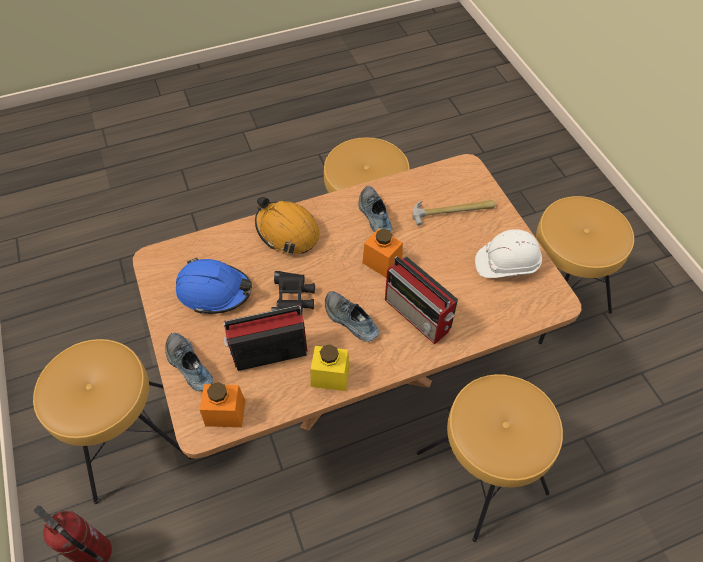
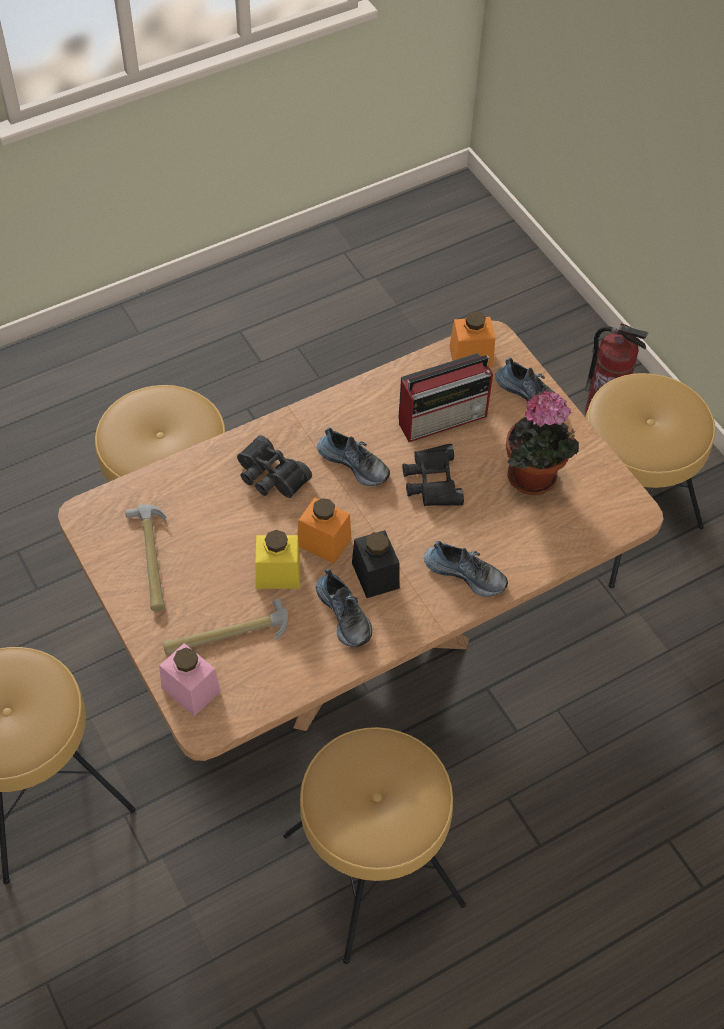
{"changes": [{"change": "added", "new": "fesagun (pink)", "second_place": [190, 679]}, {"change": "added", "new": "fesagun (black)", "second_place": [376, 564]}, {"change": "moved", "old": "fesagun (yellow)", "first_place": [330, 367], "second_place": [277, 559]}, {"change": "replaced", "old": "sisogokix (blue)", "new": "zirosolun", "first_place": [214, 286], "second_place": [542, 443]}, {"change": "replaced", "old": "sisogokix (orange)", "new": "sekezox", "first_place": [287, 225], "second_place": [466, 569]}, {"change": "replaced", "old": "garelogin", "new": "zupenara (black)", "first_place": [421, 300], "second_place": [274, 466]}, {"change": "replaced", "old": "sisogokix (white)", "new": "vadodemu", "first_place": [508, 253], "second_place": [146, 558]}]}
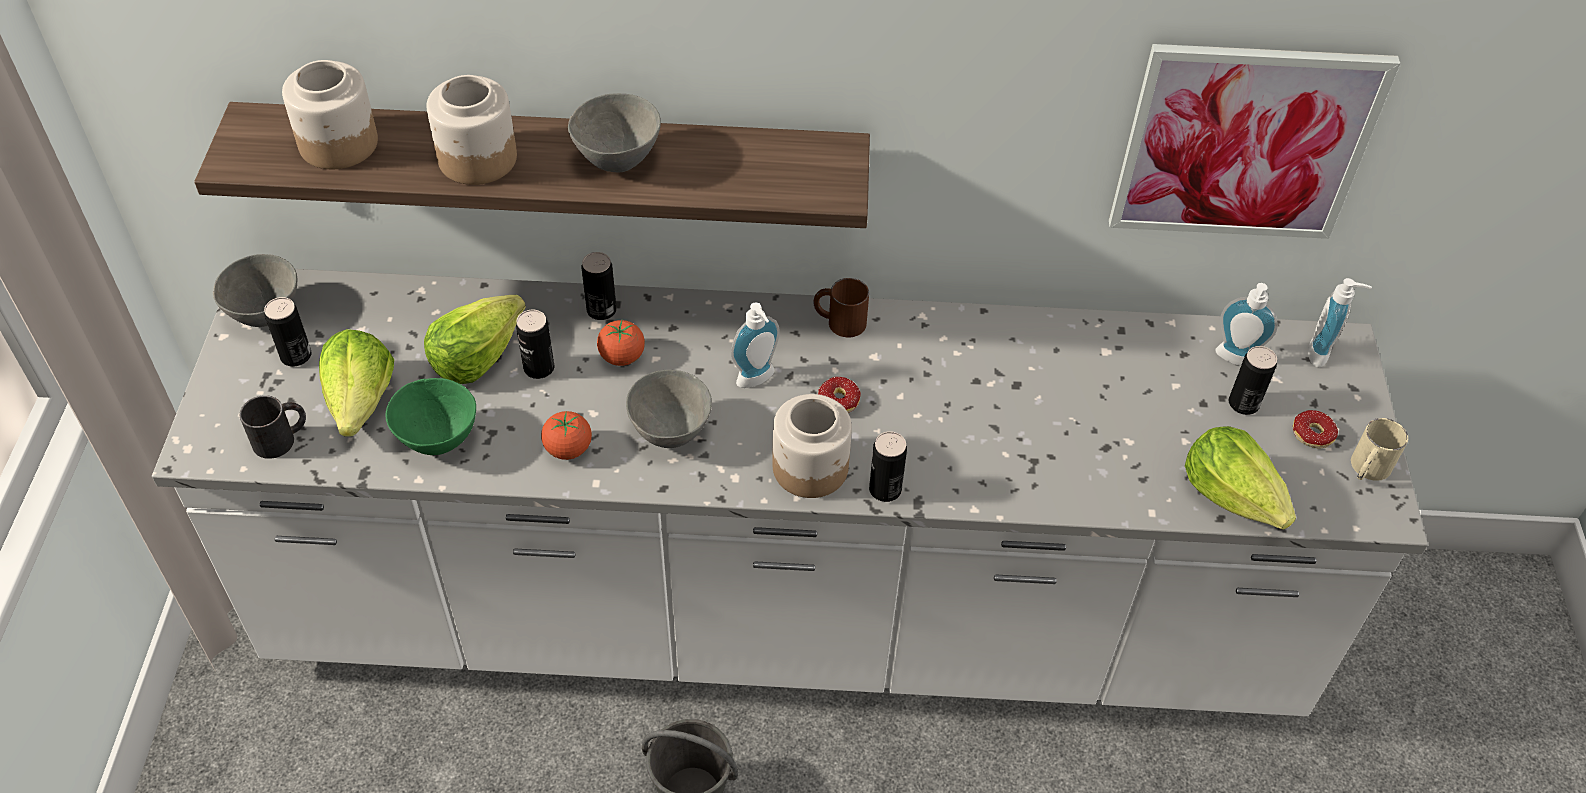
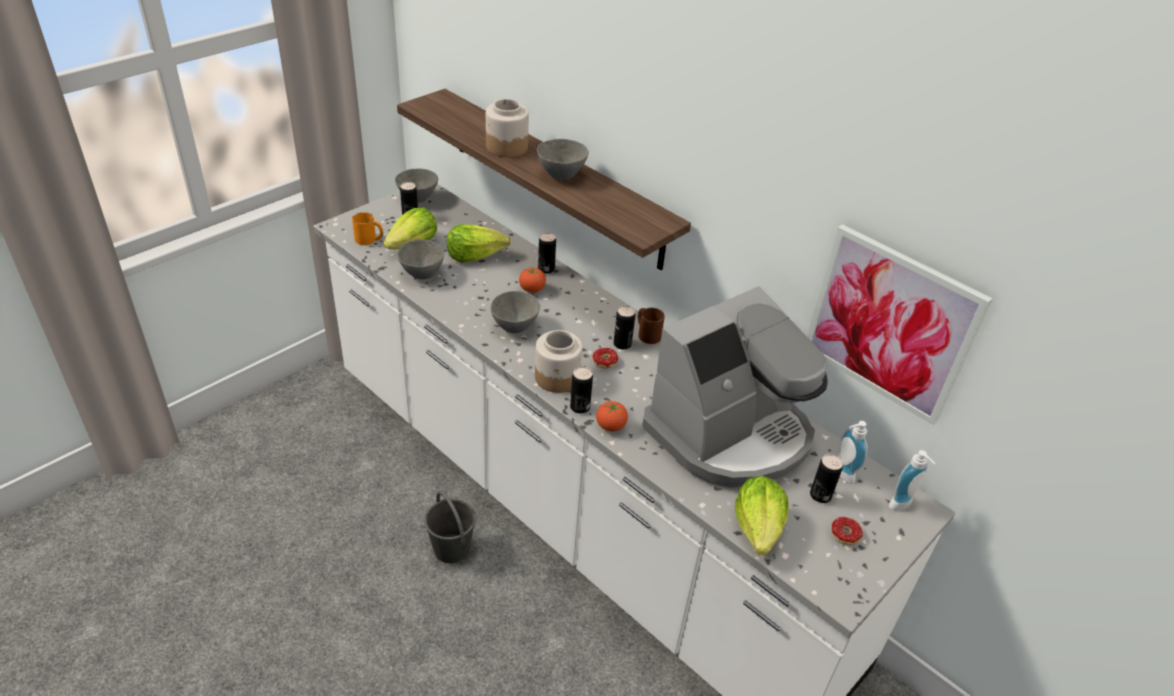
{"changes": [{"change": "removed", "old": "fesagun", "first_place": [330, 114]}, {"change": "removed", "old": "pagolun", "first_place": [755, 345]}, {"change": "removed", "old": "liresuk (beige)", "first_place": [1379, 449]}, {"change": "added", "new": "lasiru", "second_place": [735, 387]}, {"change": "moved", "old": "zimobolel", "first_place": [535, 344], "second_place": [624, 328]}, {"change": "moved", "old": "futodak", "first_place": [566, 435], "second_place": [612, 416]}, {"change": "recoloured", "old": "liresuk (black)", "new": "liresuk (orange)", "first_place": [273, 427], "second_place": [367, 228]}, {"change": "recoloured", "old": "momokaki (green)", "new": "momokaki (grey)", "first_place": [431, 416], "second_place": [420, 259]}]}
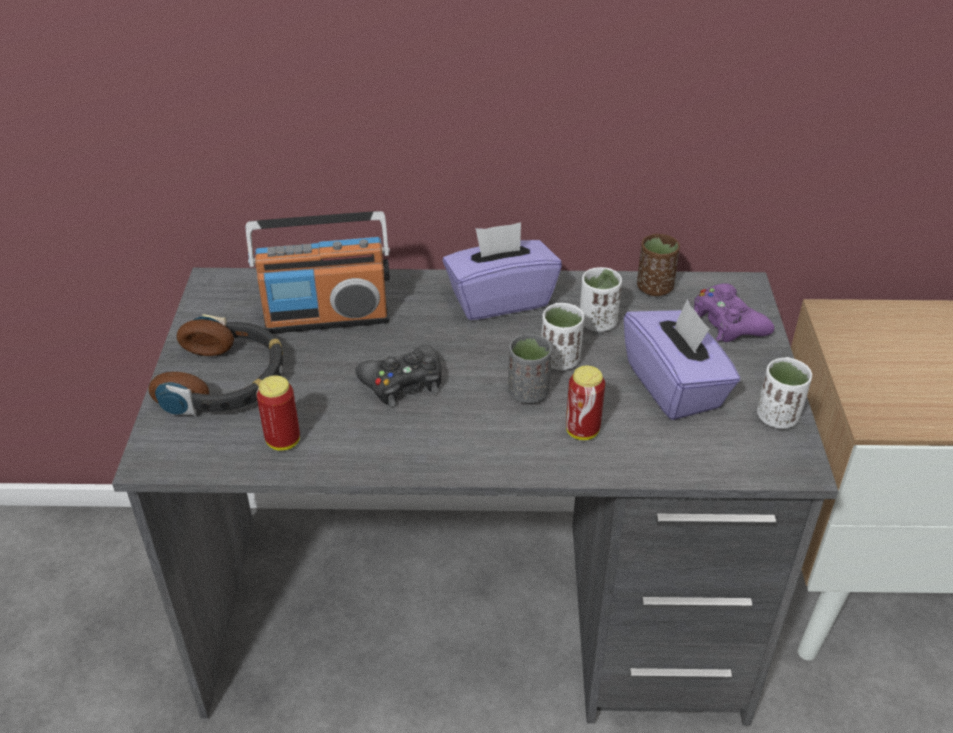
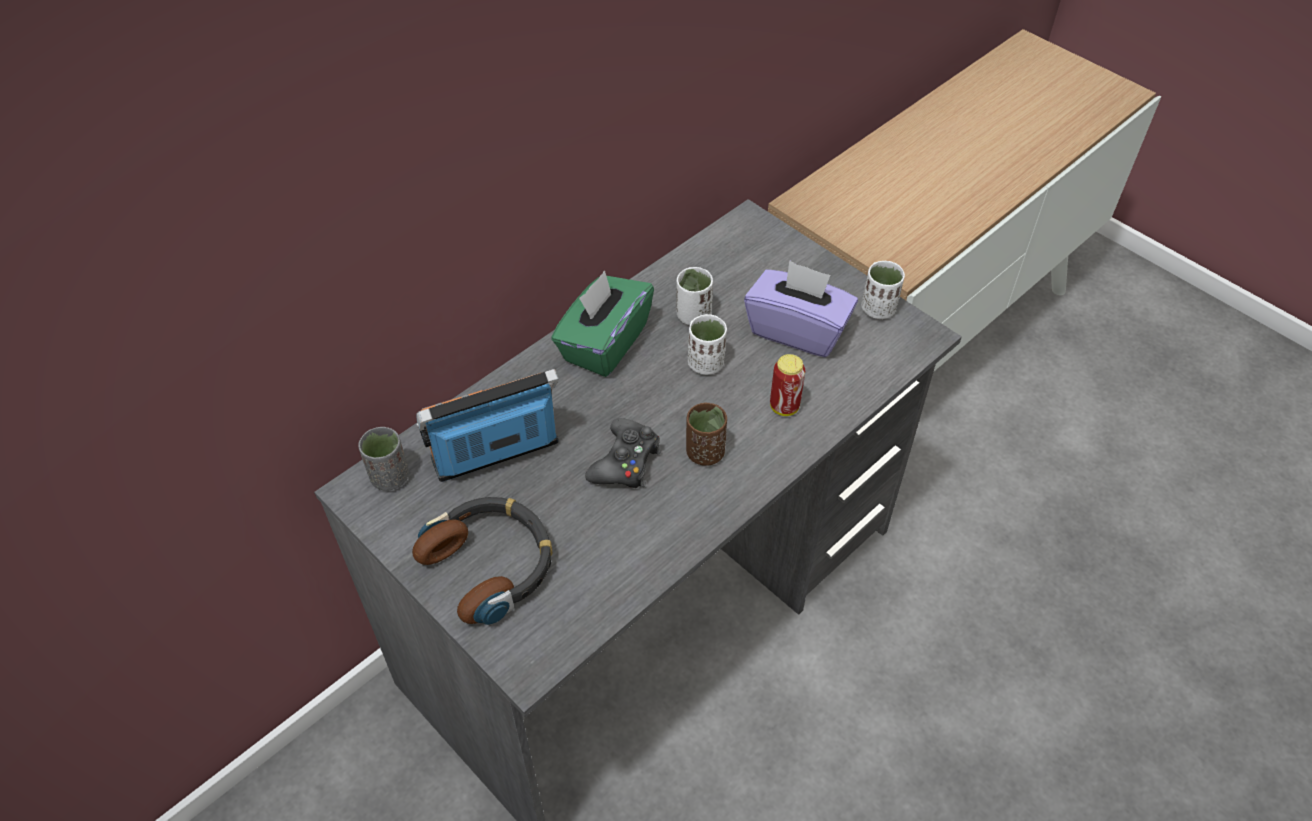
{"changes": [{"change": "removed", "old": "zimobolel", "first_place": [278, 413]}, {"change": "removed", "old": "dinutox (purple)", "first_place": [734, 312]}, {"change": "moved", "old": "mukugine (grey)", "first_place": [530, 369], "second_place": [383, 459]}, {"change": "moved", "old": "mukugine (brown)", "first_place": [658, 265], "second_place": [706, 434]}, {"change": "recoloured", "old": "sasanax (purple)", "new": "sasanax (green)", "first_place": [502, 271], "second_place": [602, 324]}, {"change": "turned", "old": "garelogin", "first_place": [318, 272], "second_place": [487, 425], "degrees": -150}]}
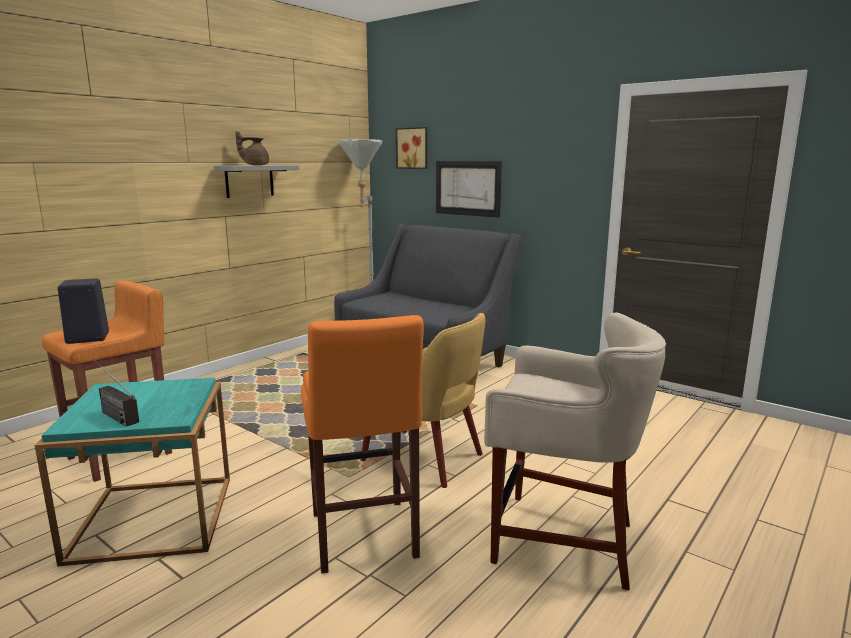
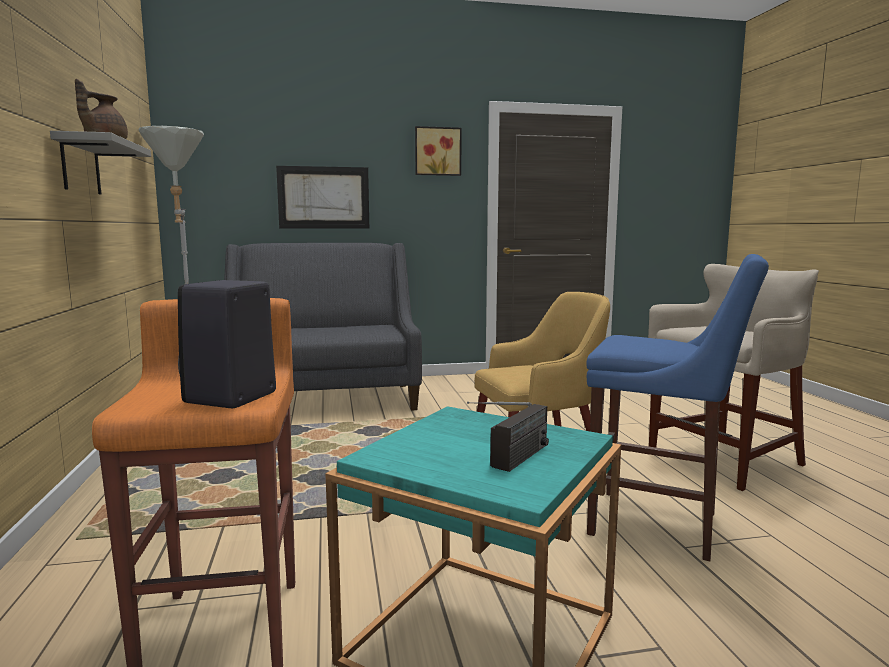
{"changes": [{"change": "moved", "old": "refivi", "first_place": [412, 148], "second_place": [438, 151]}, {"change": "recoloured", "old": "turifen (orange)", "new": "turifen (blue)", "first_place": [362, 444], "second_place": [677, 407]}, {"change": "turned", "old": "garelogin", "first_place": [117, 393], "second_place": [508, 437], "degrees": -45}]}
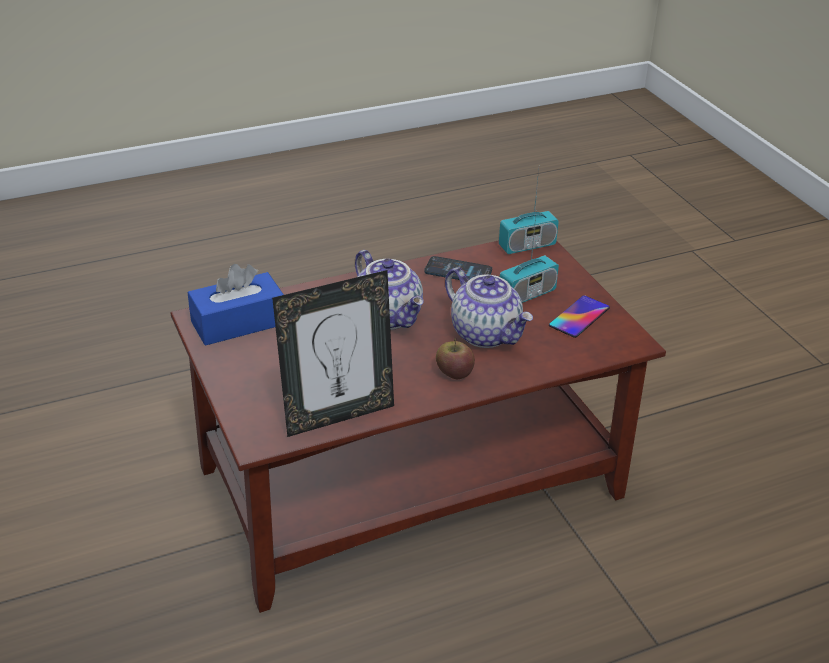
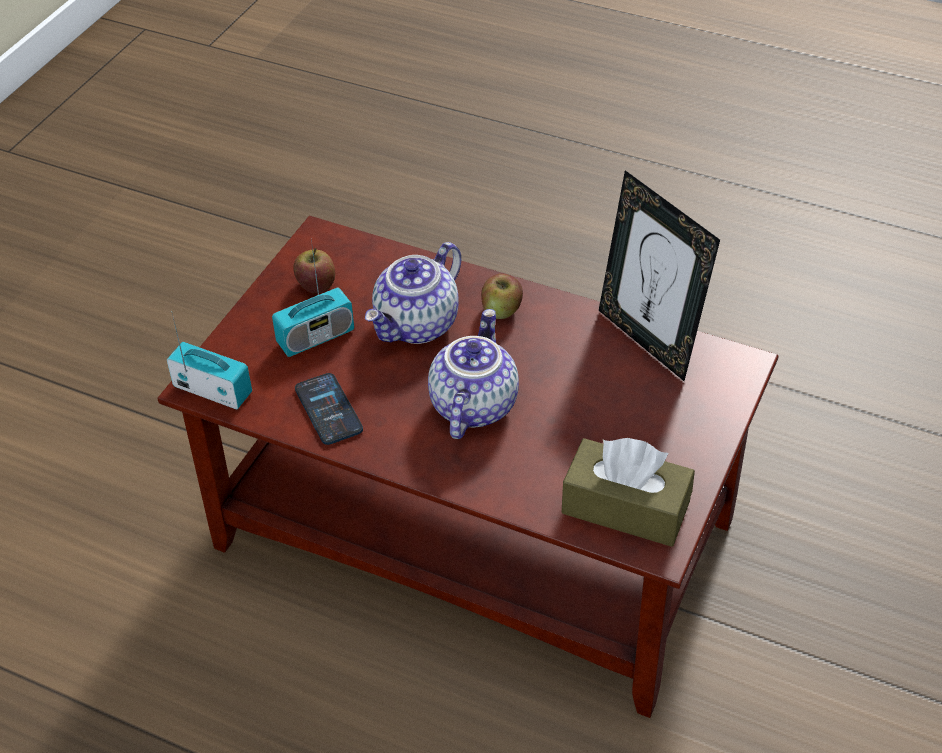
{"changes": [{"change": "replaced", "old": "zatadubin", "new": "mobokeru", "first_place": [579, 316], "second_place": [314, 270]}, {"change": "recoloured", "old": "sasanax (blue)", "new": "sasanax (brown)", "first_place": [236, 305], "second_place": [628, 492]}, {"change": "turned", "old": "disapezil", "first_place": [333, 353], "second_place": [659, 275], "degrees": -150}, {"change": "turned", "old": "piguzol", "first_place": [489, 307], "second_place": [413, 293], "degrees": -150}, {"change": "turned", "old": "garelogin", "first_place": [529, 259], "second_place": [313, 298], "degrees": 135}]}
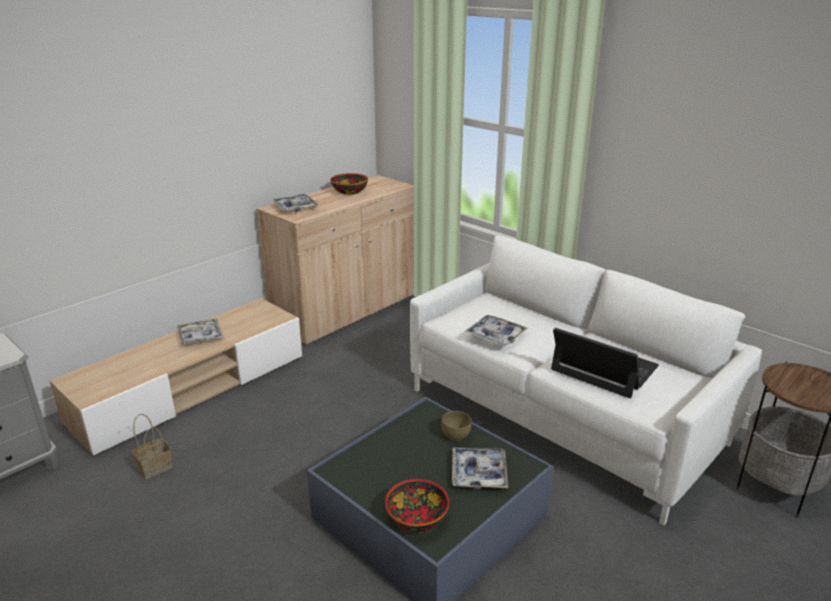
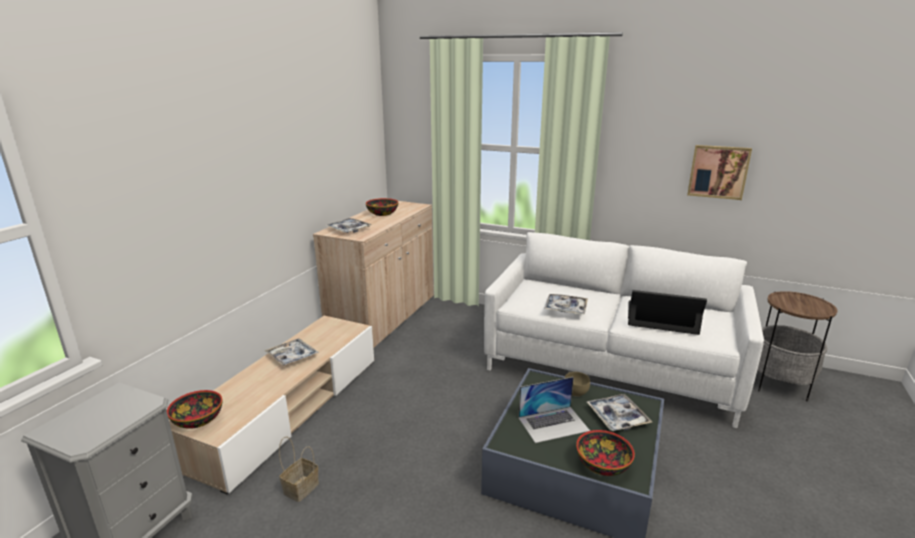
{"changes": [{"change": "added", "new": "momokaki", "second_place": [195, 409]}, {"change": "added", "new": "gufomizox", "second_place": [554, 410]}, {"change": "added", "new": "refivi", "second_place": [719, 172]}]}
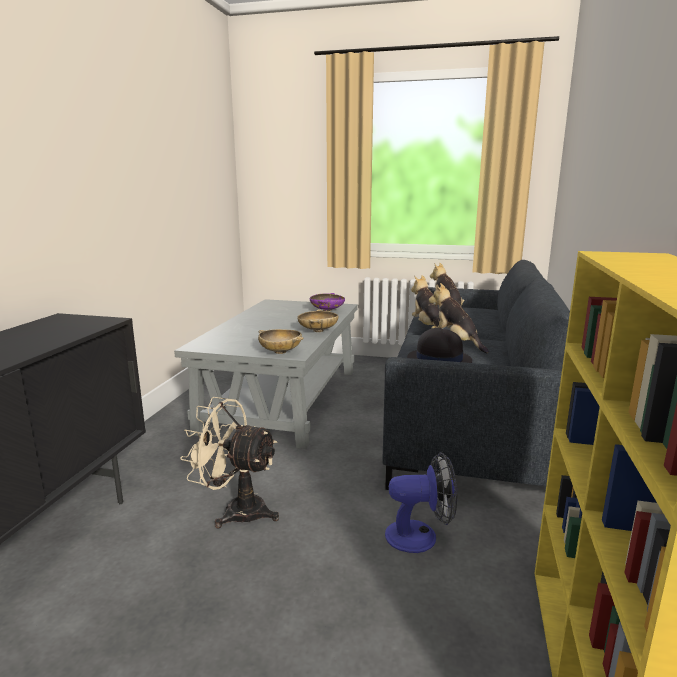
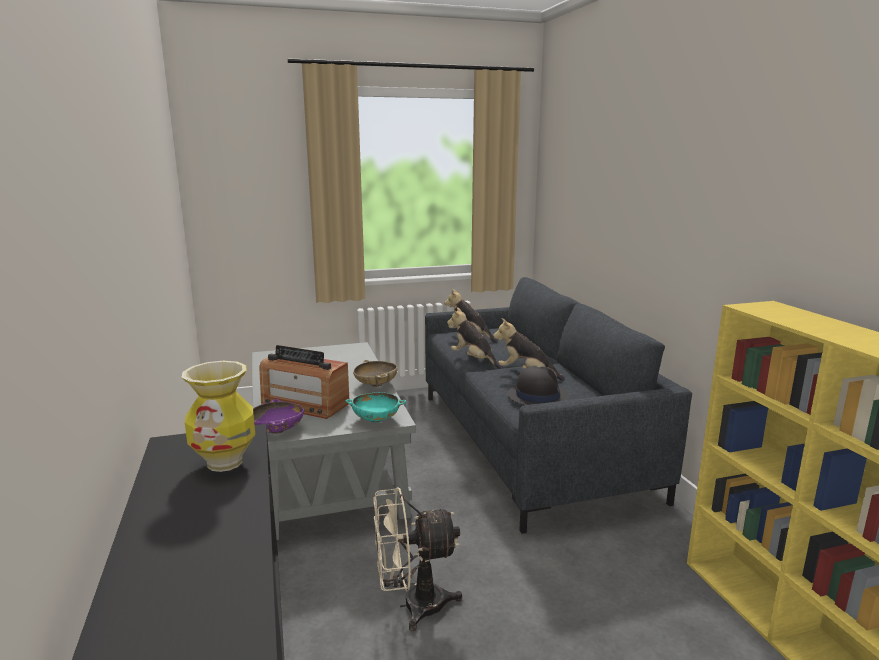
{"changes": [{"change": "removed", "old": "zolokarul", "first_place": [421, 502]}, {"change": "added", "new": "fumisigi", "second_place": [218, 416]}, {"change": "added", "new": "garelogin", "second_place": [304, 382]}, {"change": "moved", "old": "momokaki (purple)", "first_place": [327, 302], "second_place": [278, 416]}, {"change": "recoloured", "old": "momokaki (beige)", "new": "momokaki (turquoise)", "first_place": [281, 341], "second_place": [375, 407]}]}
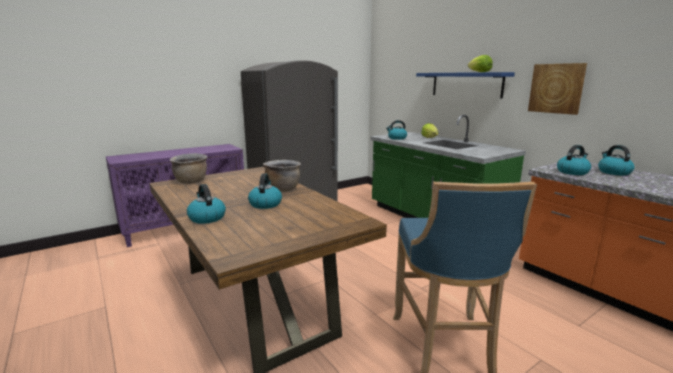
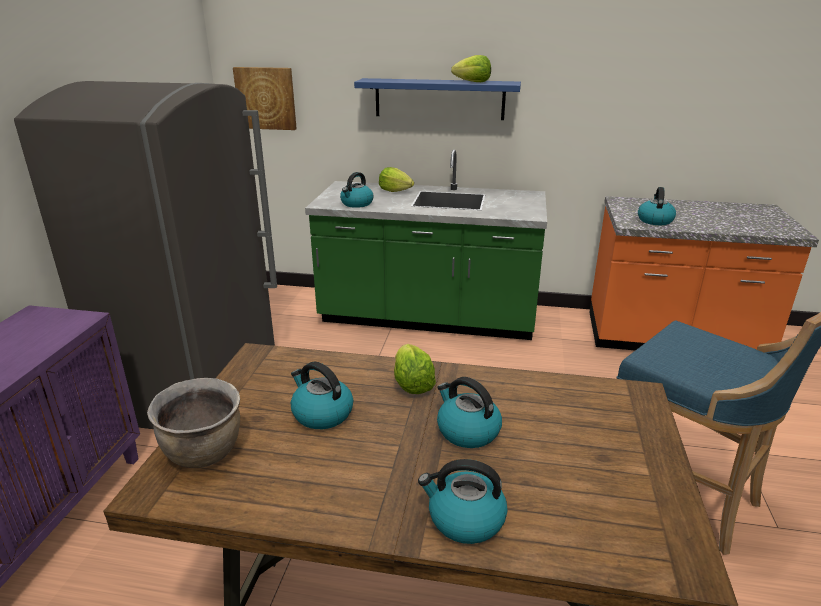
{"changes": [{"change": "moved", "old": "refivi", "first_place": [557, 89], "second_place": [265, 98]}, {"change": "moved", "old": "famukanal", "first_place": [616, 160], "second_place": [322, 395]}, {"change": "replaced", "old": "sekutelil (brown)", "new": "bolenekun", "first_place": [282, 176], "second_place": [415, 369]}]}
